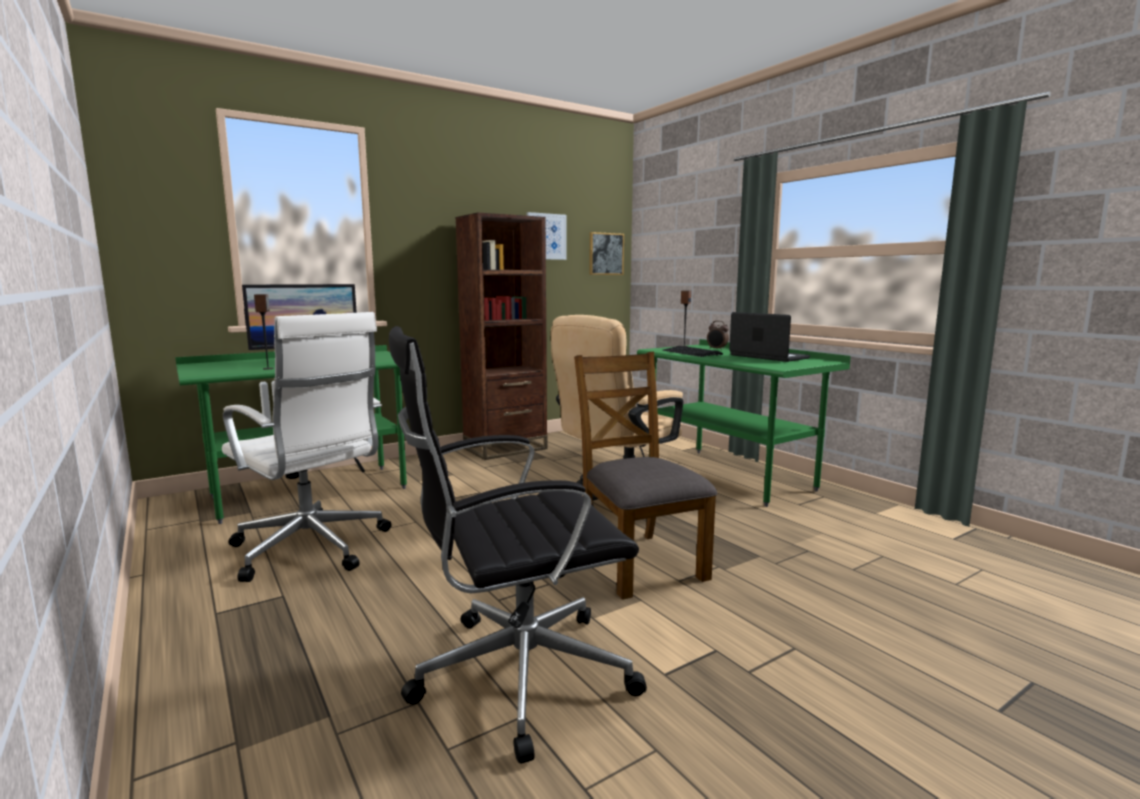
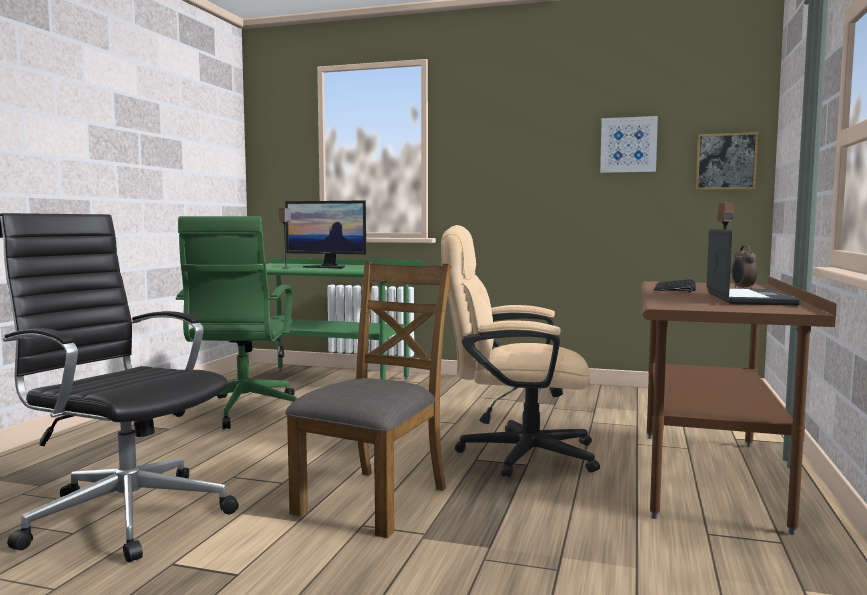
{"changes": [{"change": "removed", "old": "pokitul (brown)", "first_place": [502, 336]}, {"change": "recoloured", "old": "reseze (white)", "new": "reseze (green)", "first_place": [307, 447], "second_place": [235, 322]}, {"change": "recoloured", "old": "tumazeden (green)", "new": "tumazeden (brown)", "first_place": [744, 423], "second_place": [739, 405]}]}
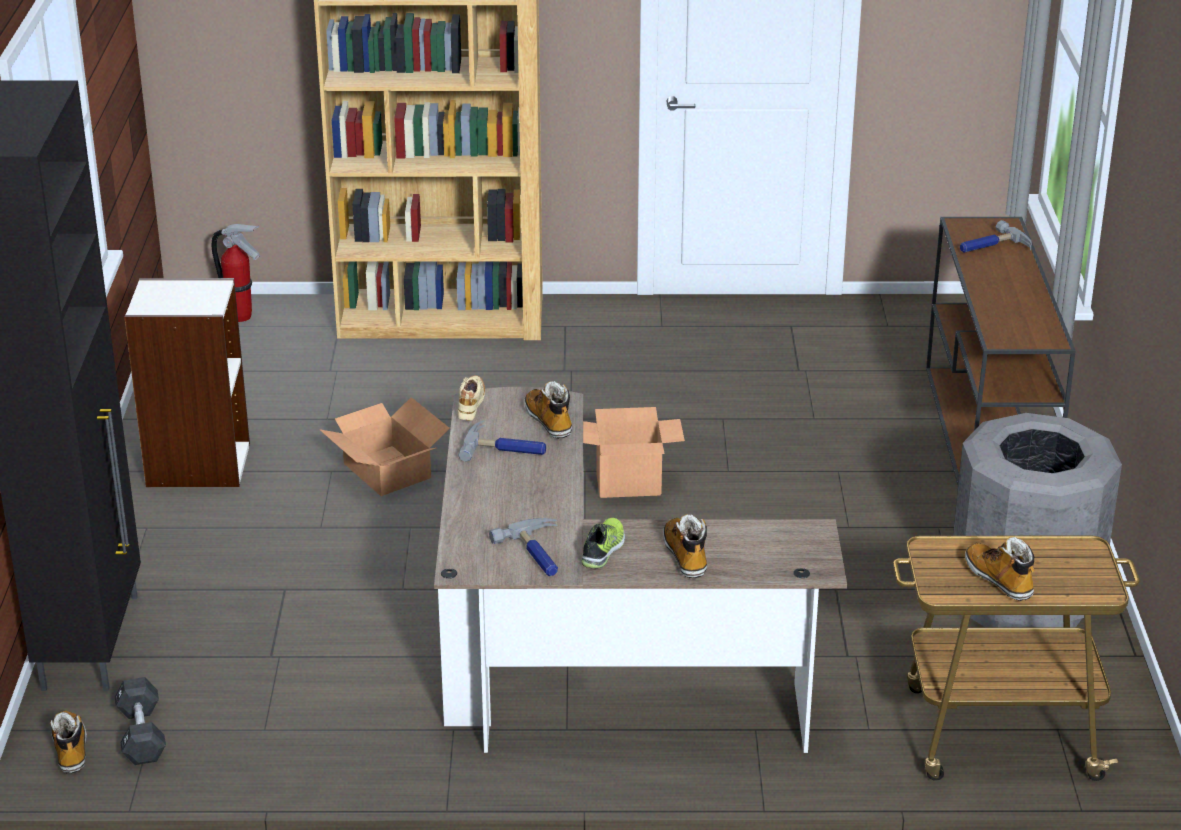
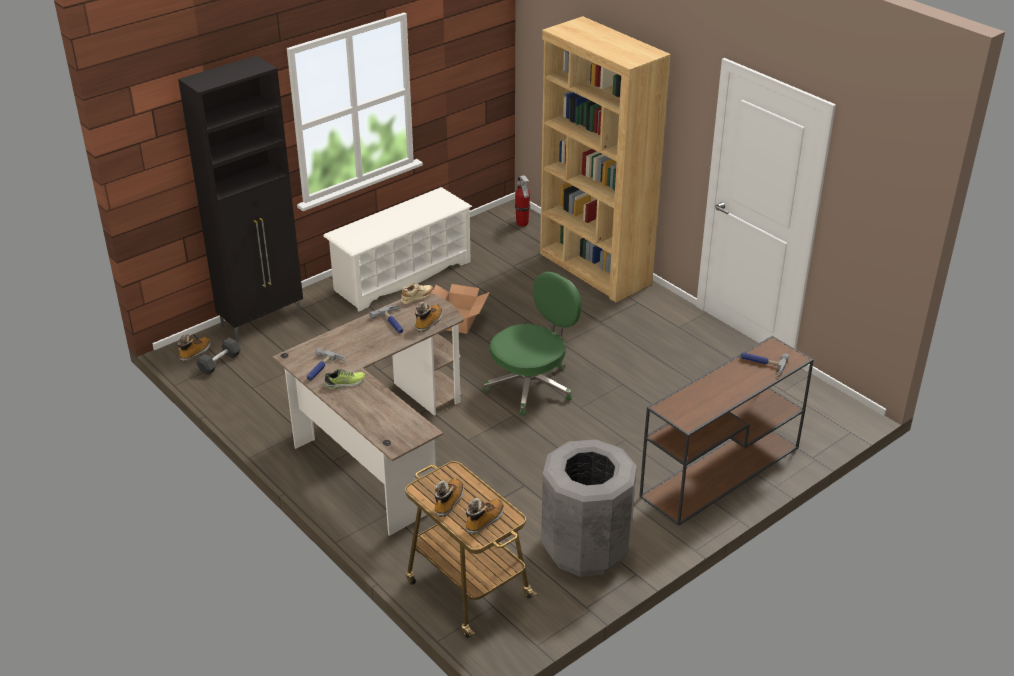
{"changes": [{"change": "moved", "old": "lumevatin", "first_place": [685, 546], "second_place": [485, 516]}, {"change": "replaced", "old": "pokitul", "new": "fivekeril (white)", "first_place": [187, 382], "second_place": [397, 249]}, {"change": "replaced", "old": "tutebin", "new": "reseze (green)", "first_place": [634, 452], "second_place": [532, 343]}]}
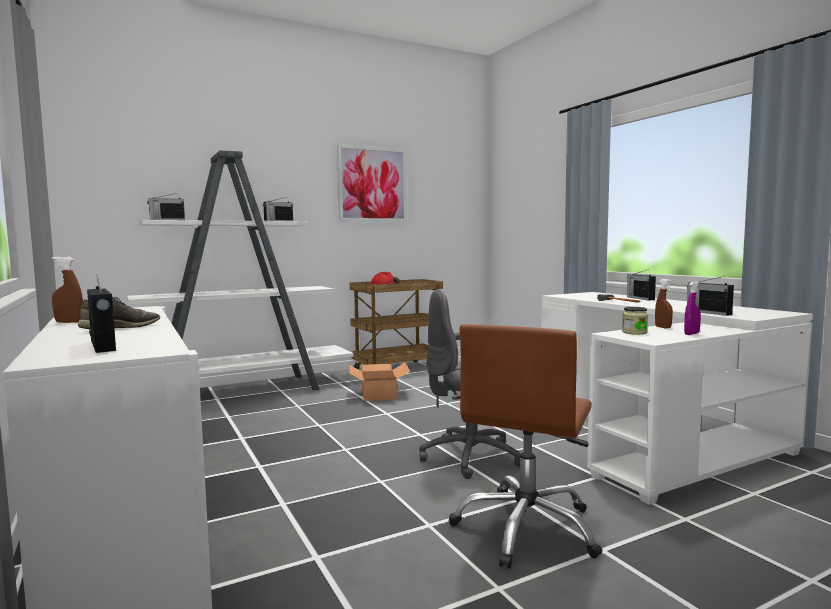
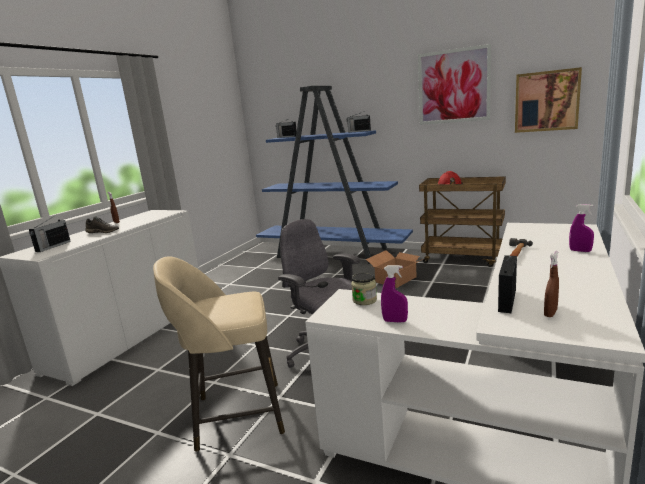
{"changes": [{"change": "added", "new": "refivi", "second_place": [548, 100]}, {"change": "moved", "old": "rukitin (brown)", "first_place": [664, 303], "second_place": [551, 283]}, {"change": "replaced", "old": "reseze (brown)", "new": "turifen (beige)", "first_place": [526, 446], "second_place": [219, 354]}, {"change": "replaced", "old": "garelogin", "new": "rukitin (purple)", "first_place": [641, 284], "second_place": [581, 228]}, {"change": "recoloured", "old": "pokitul (white)", "new": "pokitul (blue)", "first_place": [241, 270], "second_place": [334, 175]}]}
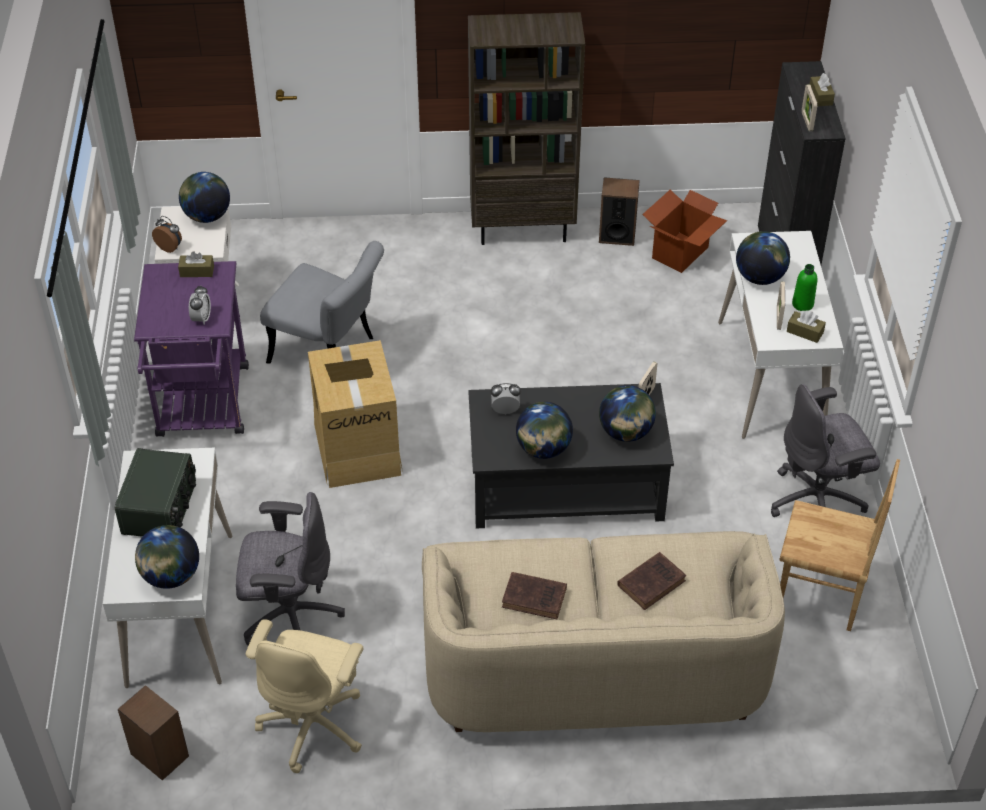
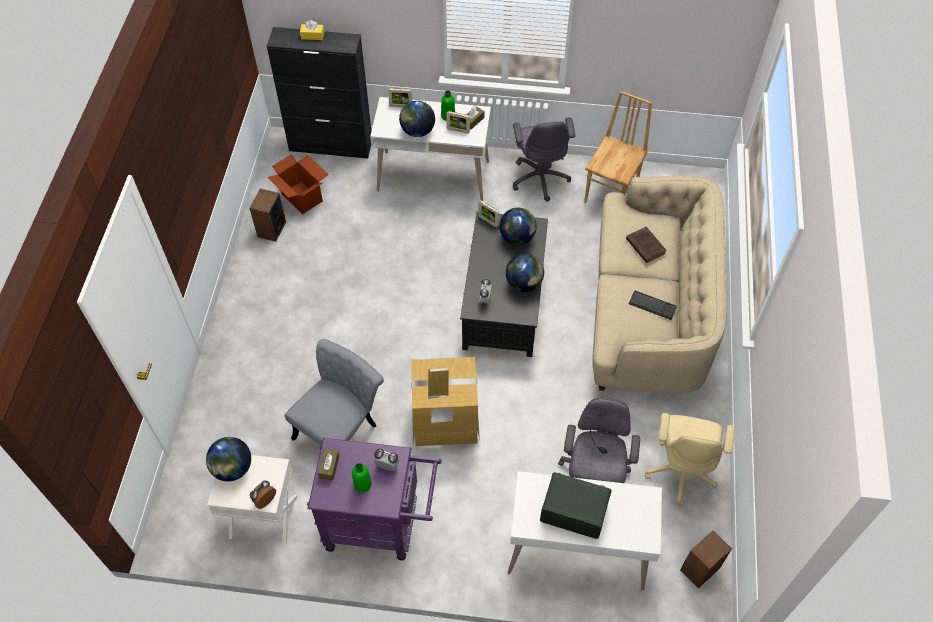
{"changes": [{"change": "removed", "old": "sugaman", "first_place": [167, 557]}, {"change": "removed", "old": "pokitul (brown)", "first_place": [526, 128]}, {"change": "added", "new": "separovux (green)", "second_place": [362, 478]}, {"change": "moved", "old": "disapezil", "first_place": [809, 107], "second_place": [400, 97]}, {"change": "replaced", "old": "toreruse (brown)", "new": "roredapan", "first_place": [534, 595], "second_place": [653, 305]}, {"change": "recoloured", "old": "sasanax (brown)", "new": "sasanax (yellow)", "first_place": [822, 89], "second_place": [312, 30]}, {"change": "turned", "old": "reseze (beige)", "first_place": [304, 696], "second_place": [690, 459], "degrees": 75}]}
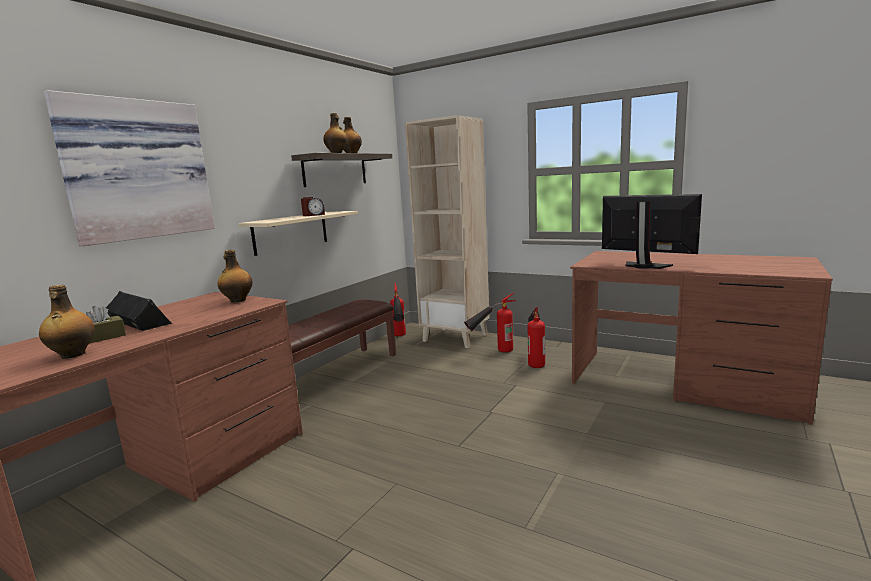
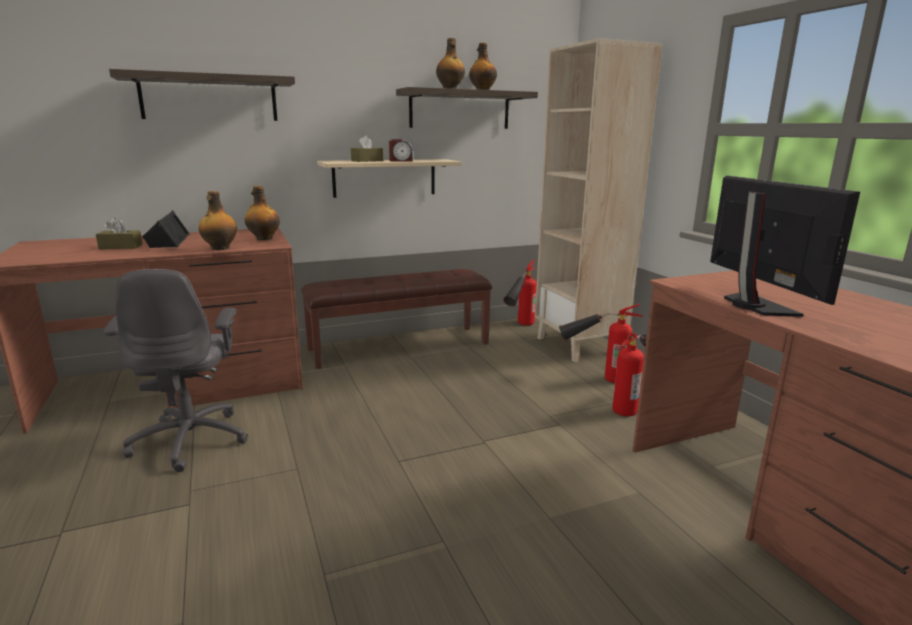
{"changes": [{"change": "added", "new": "reseze (grey)", "second_place": [176, 370]}, {"change": "added", "new": "sasanax (brown)", "second_place": [367, 149]}, {"change": "moved", "old": "separovux", "first_place": [67, 322], "second_place": [218, 220]}, {"change": "replaced", "old": "refivi", "new": "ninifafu", "first_place": [129, 168], "second_place": [202, 95]}]}
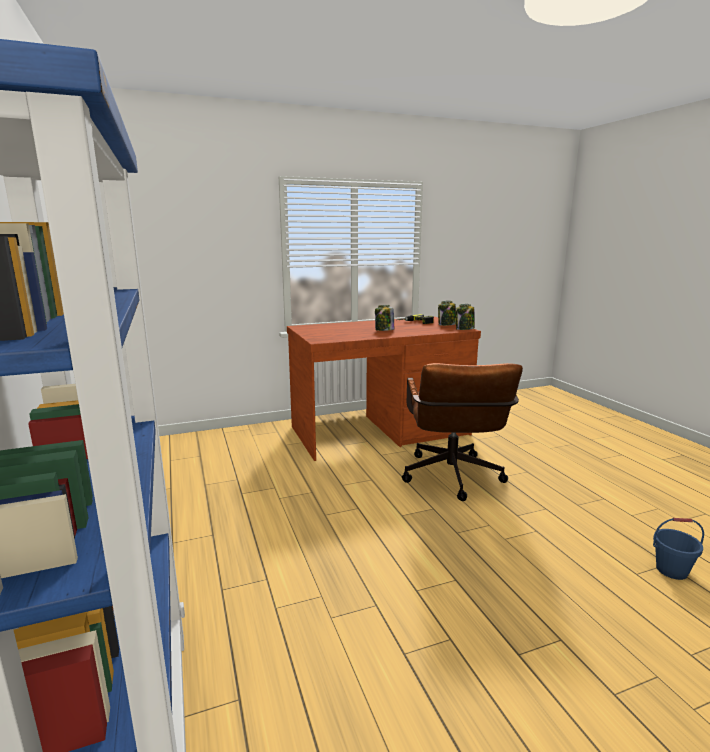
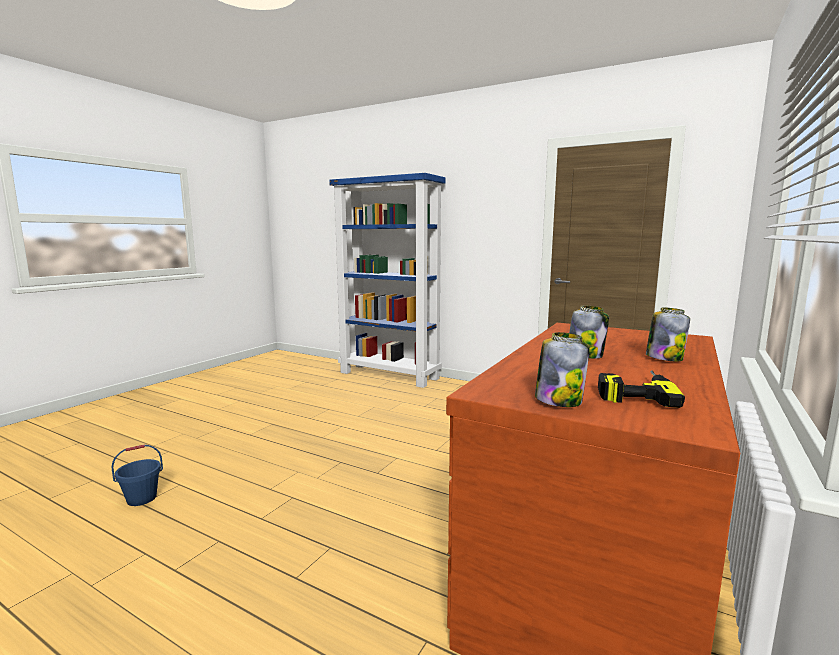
{"changes": [{"change": "removed", "old": "reseze (brown)", "first_place": [462, 432]}, {"change": "moved", "old": "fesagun", "first_place": [465, 317], "second_place": [668, 334]}]}
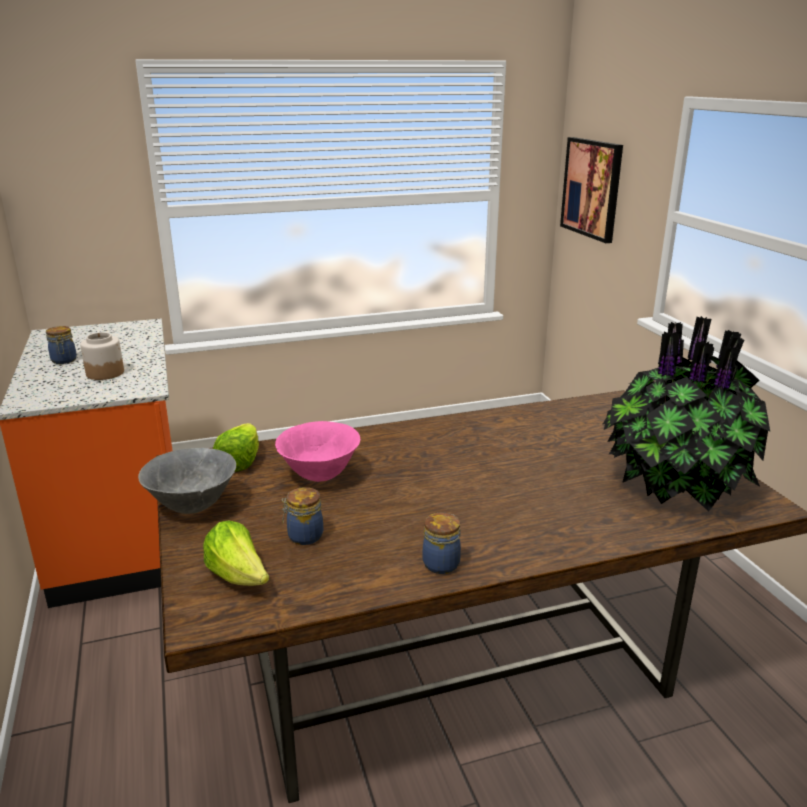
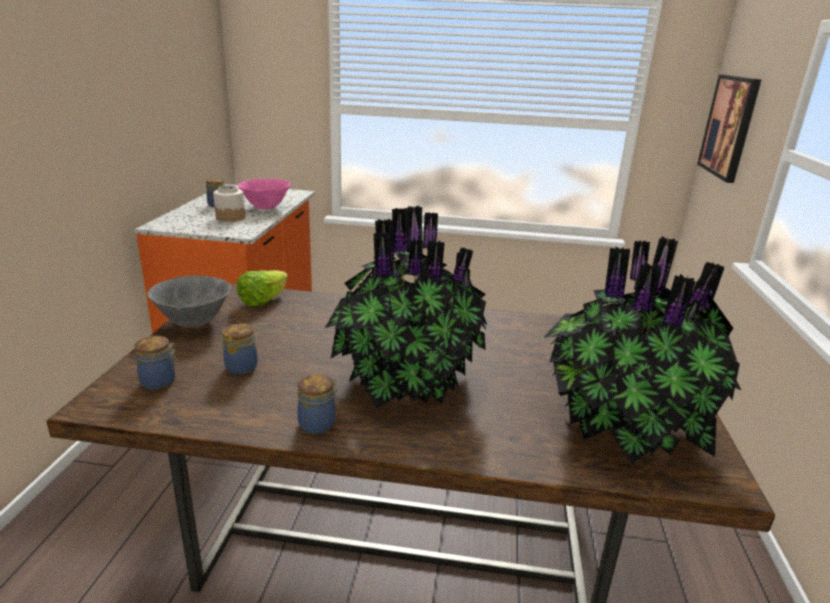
{"changes": [{"change": "added", "new": "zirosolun", "second_place": [406, 307]}, {"change": "moved", "old": "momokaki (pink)", "first_place": [317, 451], "second_place": [264, 194]}, {"change": "replaced", "old": "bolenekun", "new": "fesagun", "first_place": [236, 553], "second_place": [156, 363]}]}
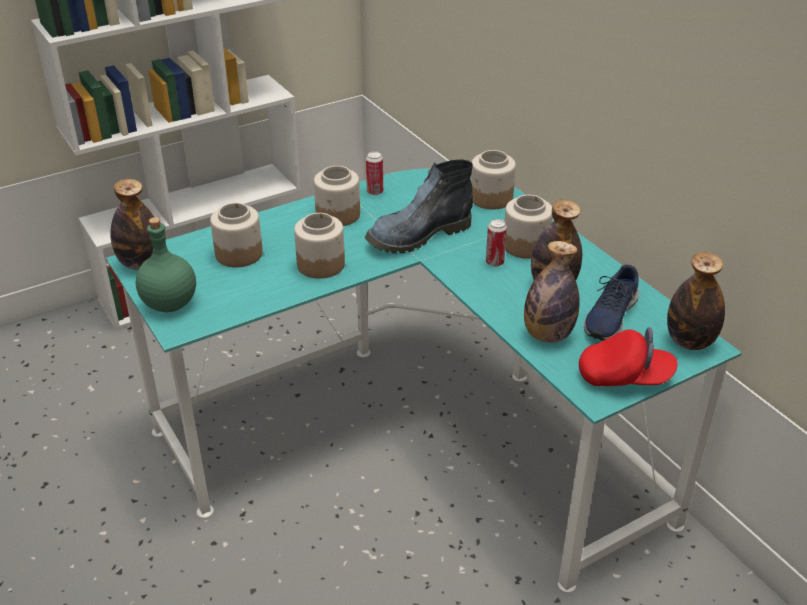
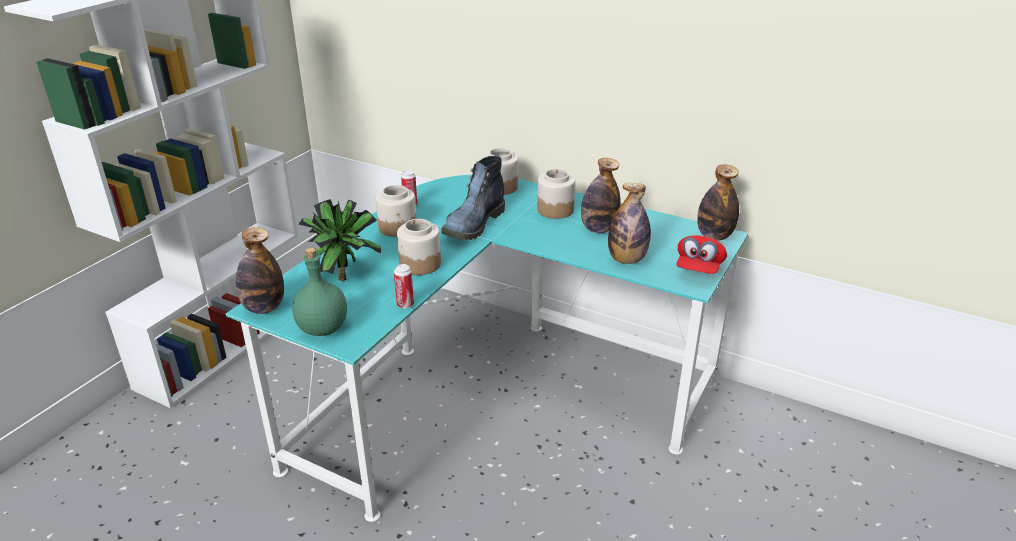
{"changes": [{"change": "removed", "old": "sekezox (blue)", "first_place": [611, 302]}, {"change": "moved", "old": "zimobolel", "first_place": [496, 243], "second_place": [404, 286]}, {"change": "replaced", "old": "fesagun", "new": "zirosolun", "first_place": [236, 235], "second_place": [339, 240]}, {"change": "turned", "old": "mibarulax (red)", "first_place": [628, 356], "second_place": [701, 254], "degrees": 135}]}
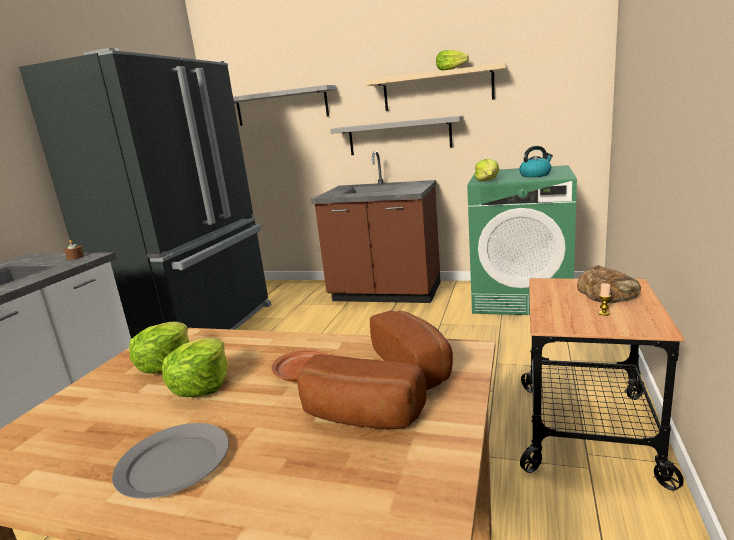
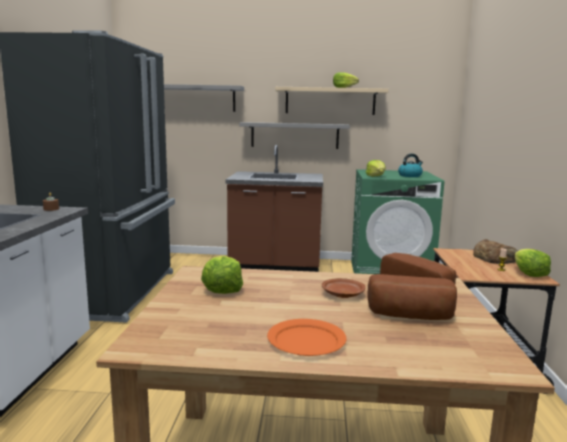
{"changes": [{"change": "moved", "old": "bolenekun", "first_place": [195, 367], "second_place": [533, 263]}, {"change": "recoloured", "old": "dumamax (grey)", "new": "dumamax (orange)", "first_place": [170, 461], "second_place": [306, 337]}]}
